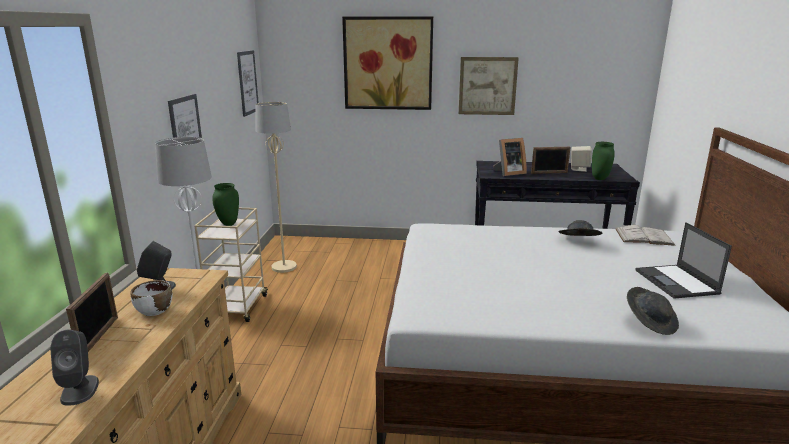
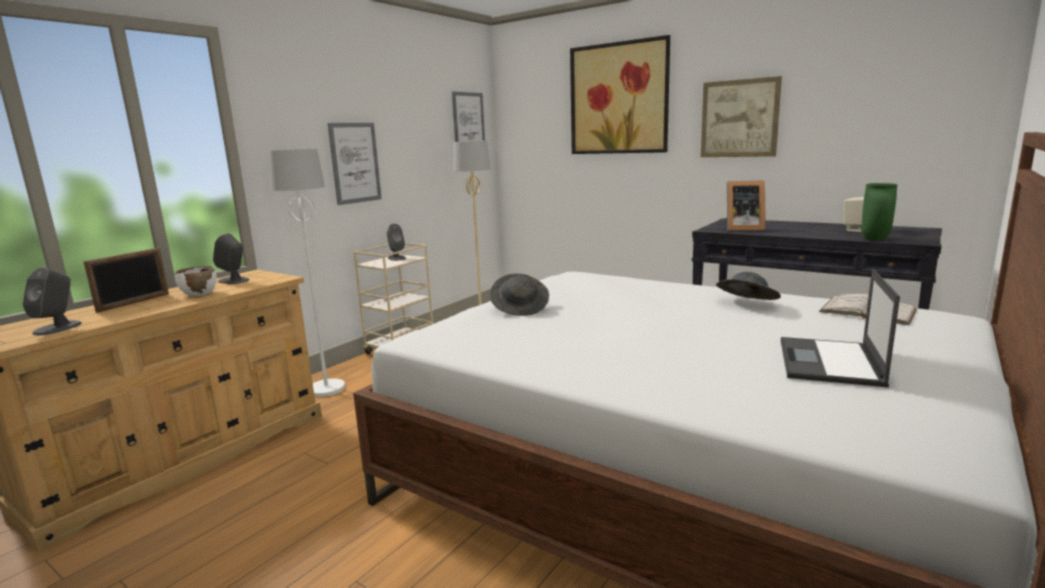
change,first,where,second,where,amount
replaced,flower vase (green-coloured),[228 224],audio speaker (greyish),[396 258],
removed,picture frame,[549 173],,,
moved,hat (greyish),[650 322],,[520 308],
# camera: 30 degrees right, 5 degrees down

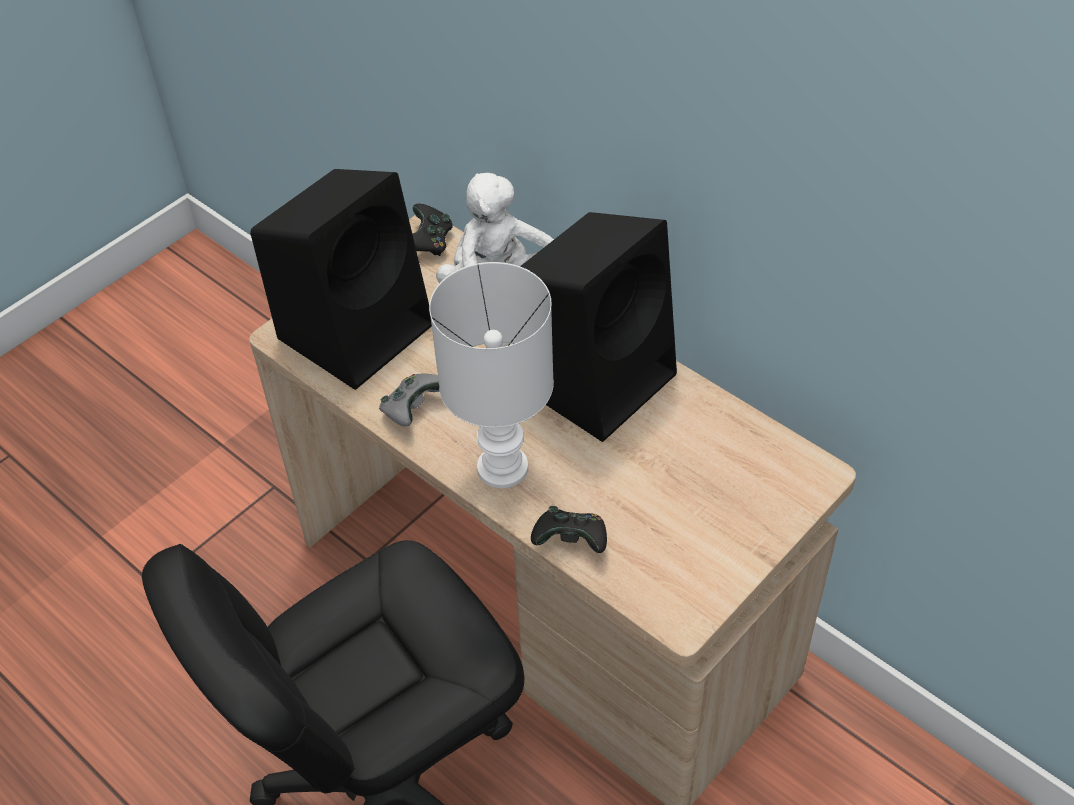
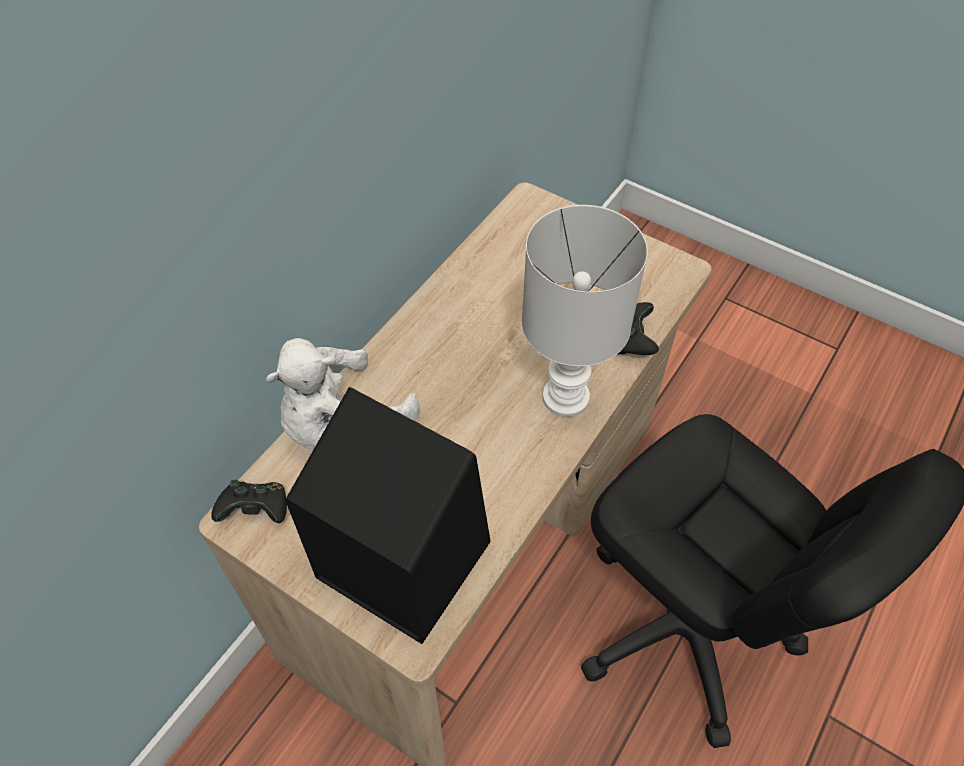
change,first,where,second,where,amount
removed,game controller (greyish),[412 409],,,
removed,audio speaker (black-coloured),[597 376],,,
# camera: 100 degrees left, 5 degrees up

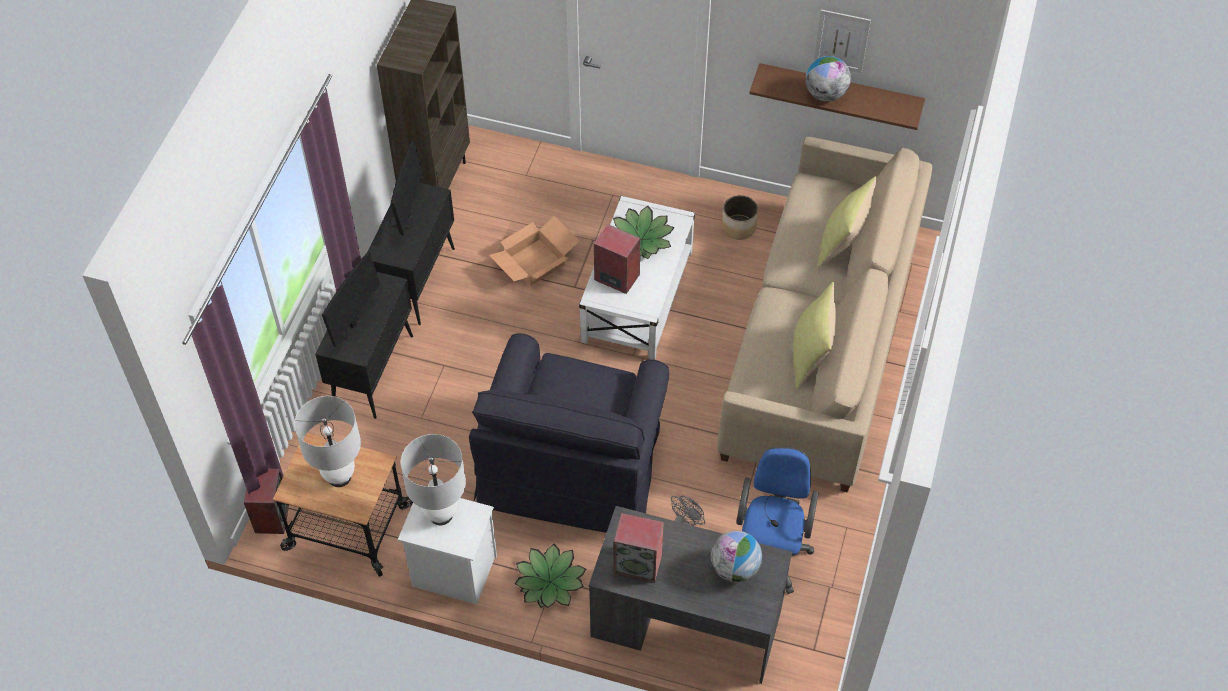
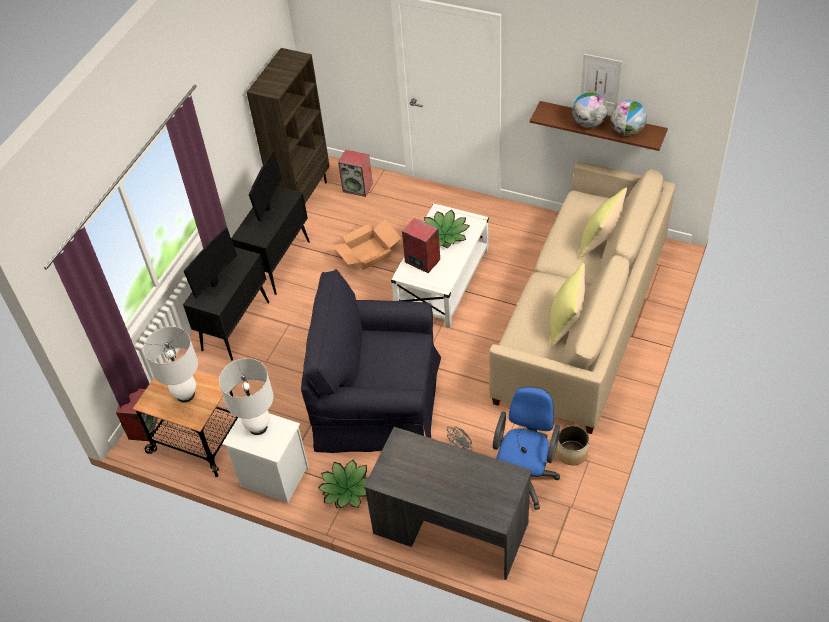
change,first,where,second,where,amount
turned,lounge chair (black-coloured),[573 463],,[377 400],75 degrees clockwise
moved,audio speaker,[638 563],,[358 187],
moved,desk globe,[734 568],,[627 131],
moved,plant pot,[739 227],,[572 452],
# camera: 10 degrees right, 5 degrees down

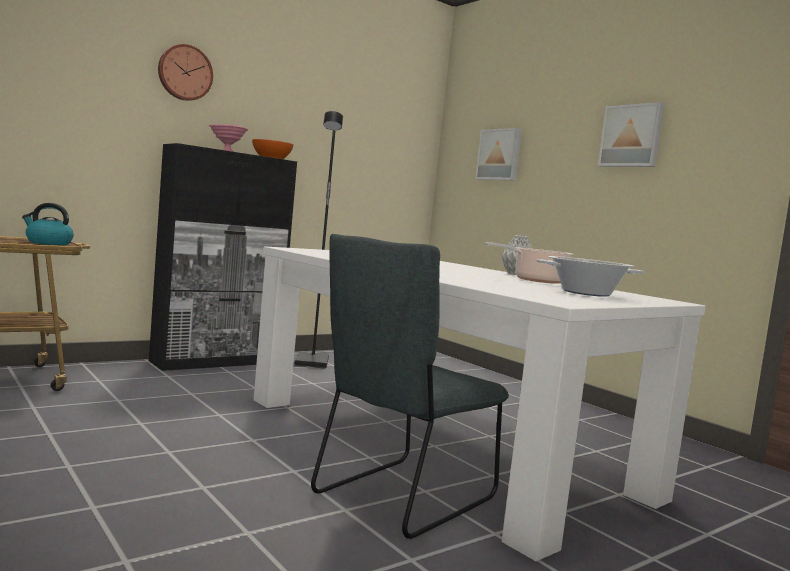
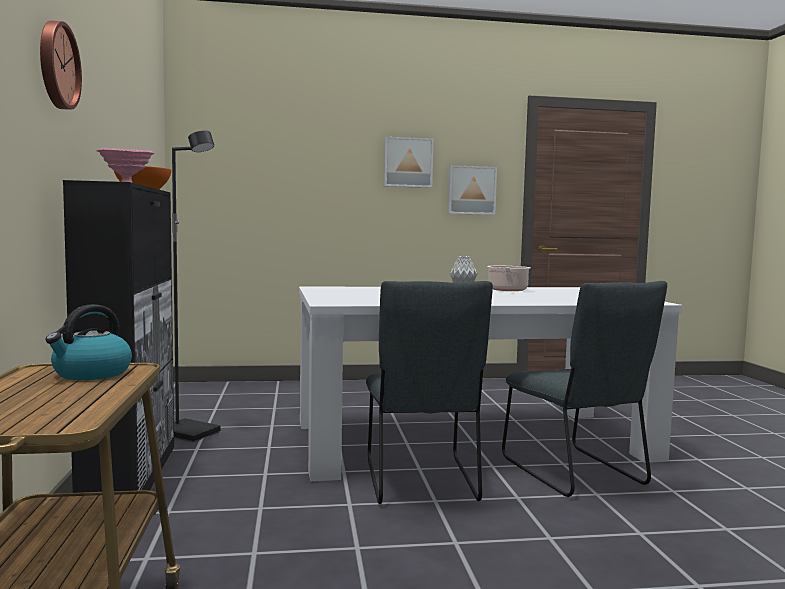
change,first,where,second,where,amount
moved,picture,[500 155],,[471 190],
removed,saucepot,[586 293],,,
added,,,plain chair (greyish),[421 483],
# camera: 60 degrees left, 0 degrees up

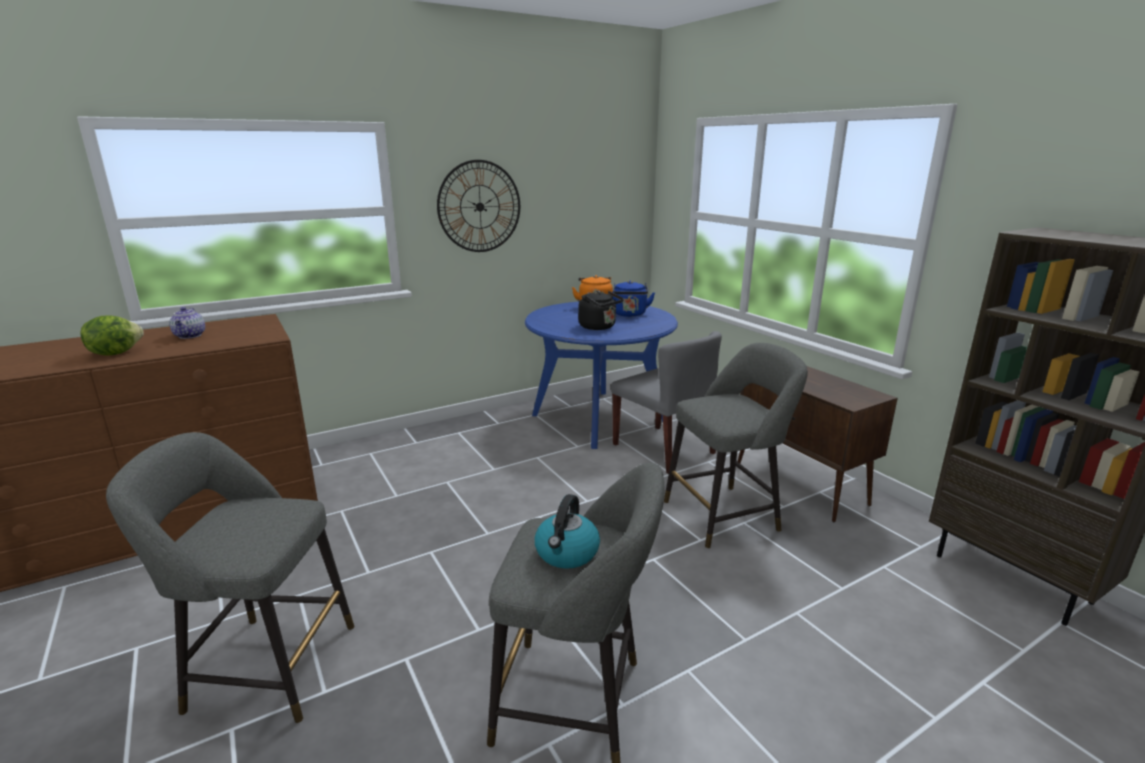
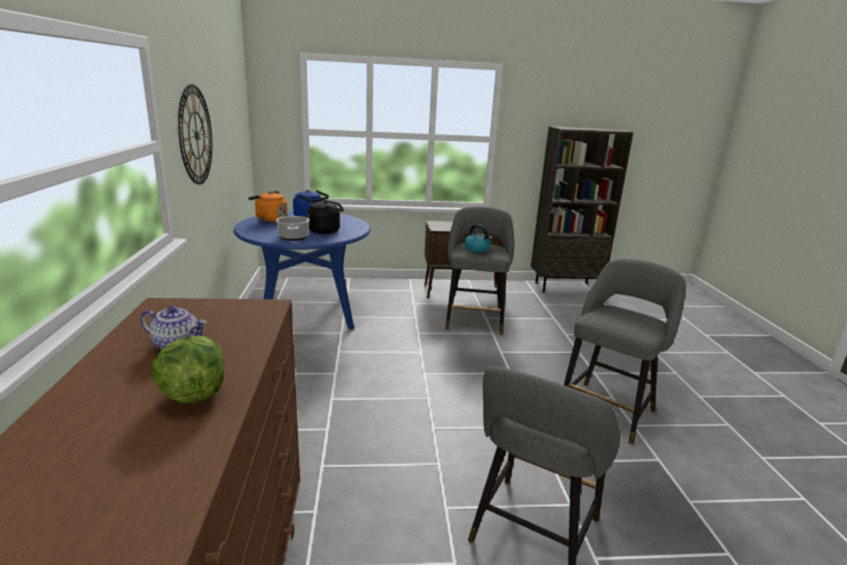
change,first,where,second,where,amount
moved,kettle,[567 553],,[477 249],
removed,plain chair (greyish),[664 449],,,
added,,,saucepot,[293 237],
# camera: 65 degrees left, 0 degrees up

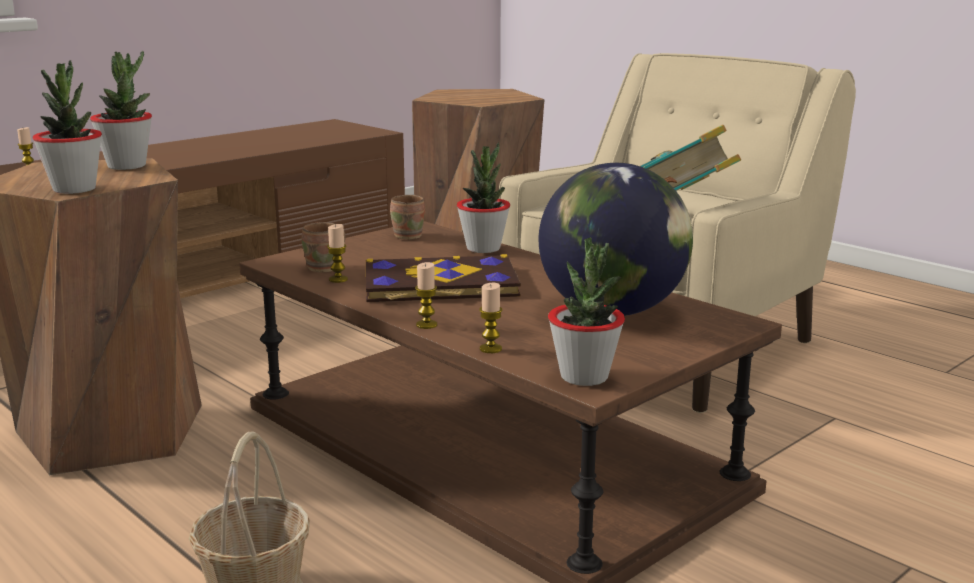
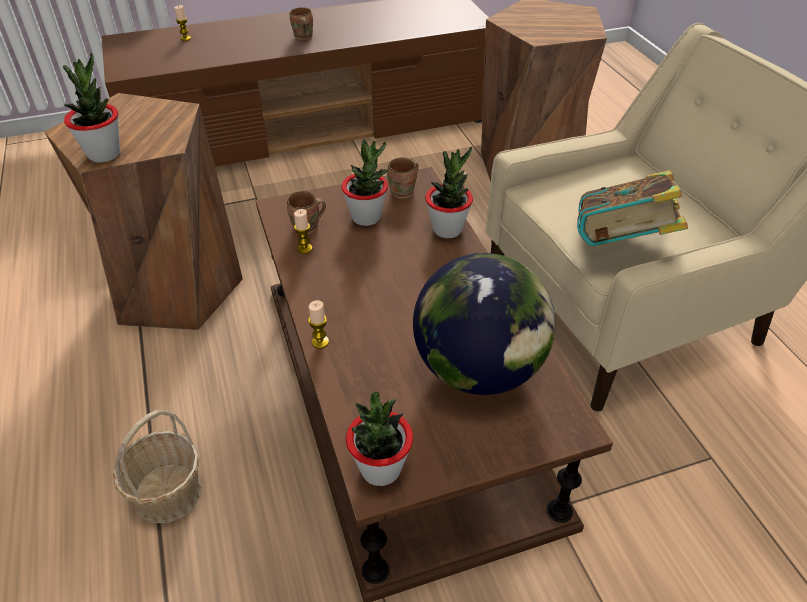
change,first,where,second,where,amount
moved,plant in a pot,[127 166],,[366 217],
removed,bound book,[440 285],,,
removed,candle,[490 349],,,
added,,,tea mug (brown),[302 37],
# camera: 25 degrees right, 25 degrees up

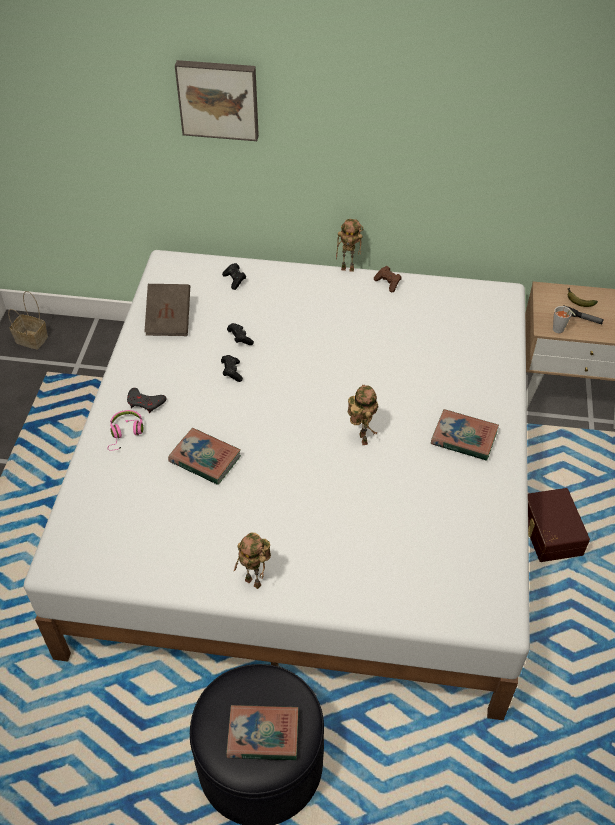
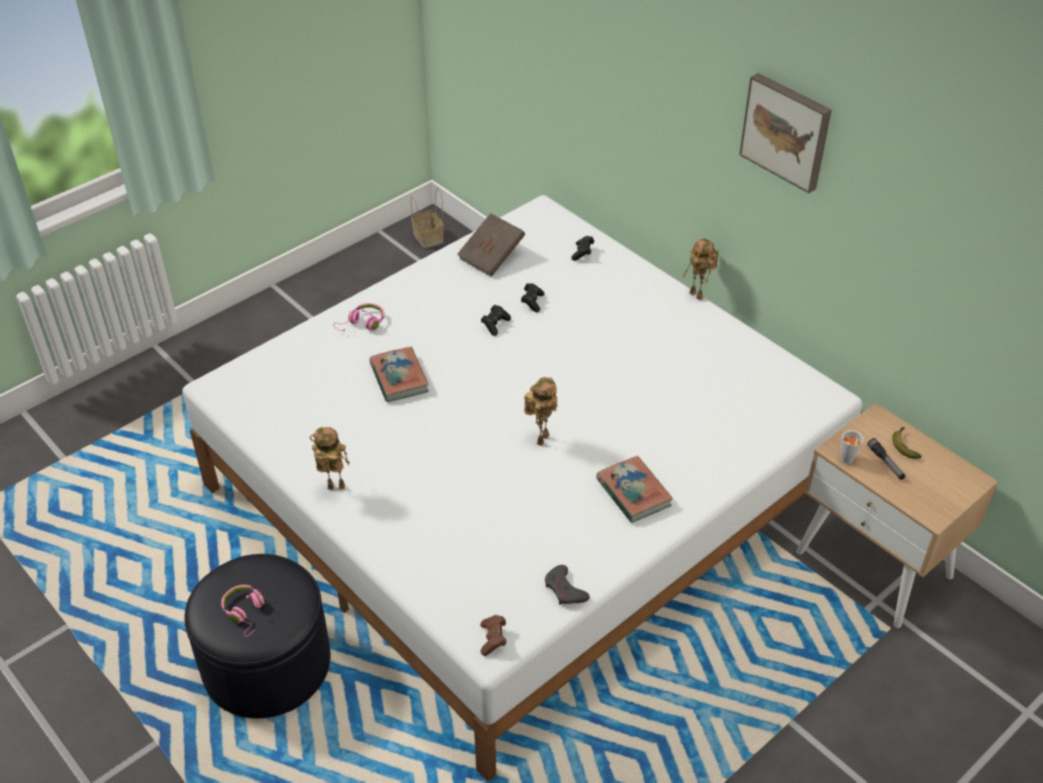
change,first,where,second,where,amount
moved,game controller (greyish),[145 402],,[565 590],
moved,picture,[218 99],,[787 131],
replaced,bound book,[263 735],headset (pink),[245 613],
turned,toy robot,[255 582],,[334 488],105 degrees clockwise
moved,game controller (brown),[388 283],,[493 639],
removed,storage container (brown),[549 533],,,
# camera: 40 degrees right, 5 degrees down

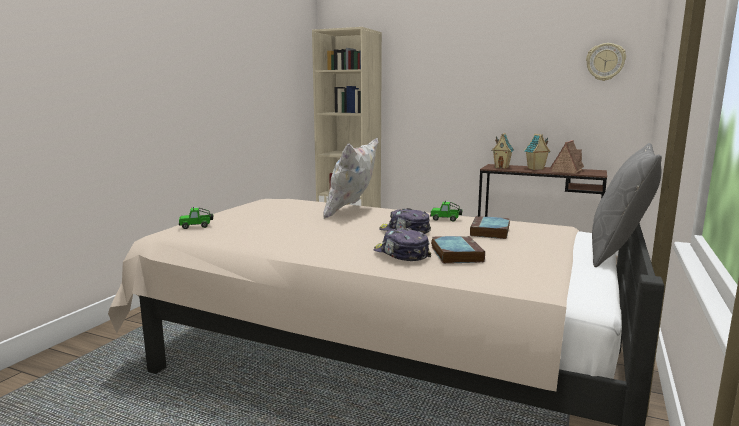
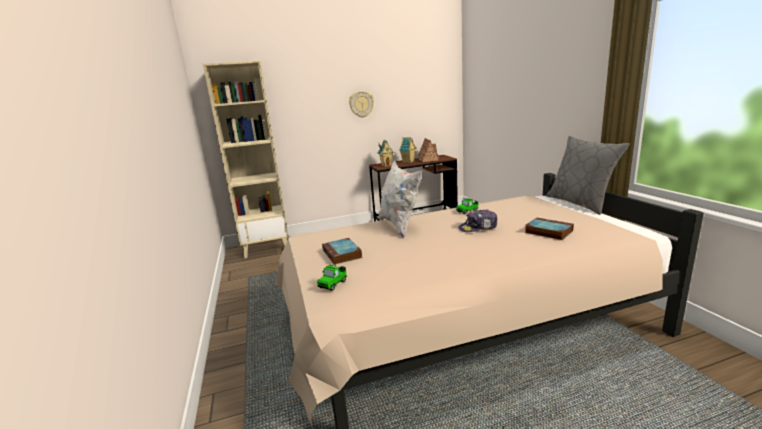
change,first,where,second,where,amount
removed,baseball cap,[401 254],,,
moved,bound book,[490 232],,[342 254],
moved,hanging clock,[605 62],,[361 104],
# camera: 40 degrees left, 5 degrees up

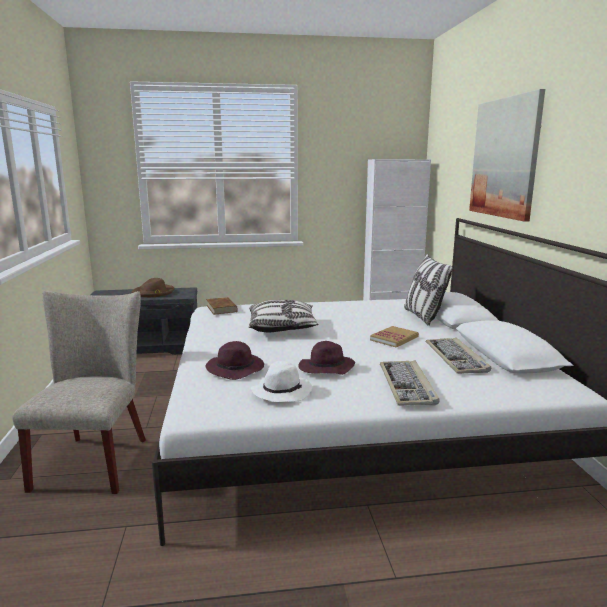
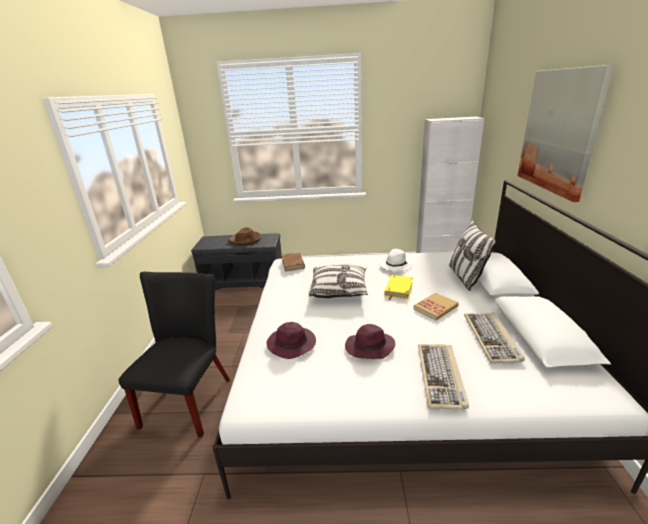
change,first,where,second,where,amount
recoloured,plain chair (sand-coloured),[95 459],plain chair (black-coloured),[191 398],
moved,hat (white),[282 391],,[396 265],
added,,,bound book (yellow-coloured),[398 289],
# camera: 10 degrees right, 10 degrees up

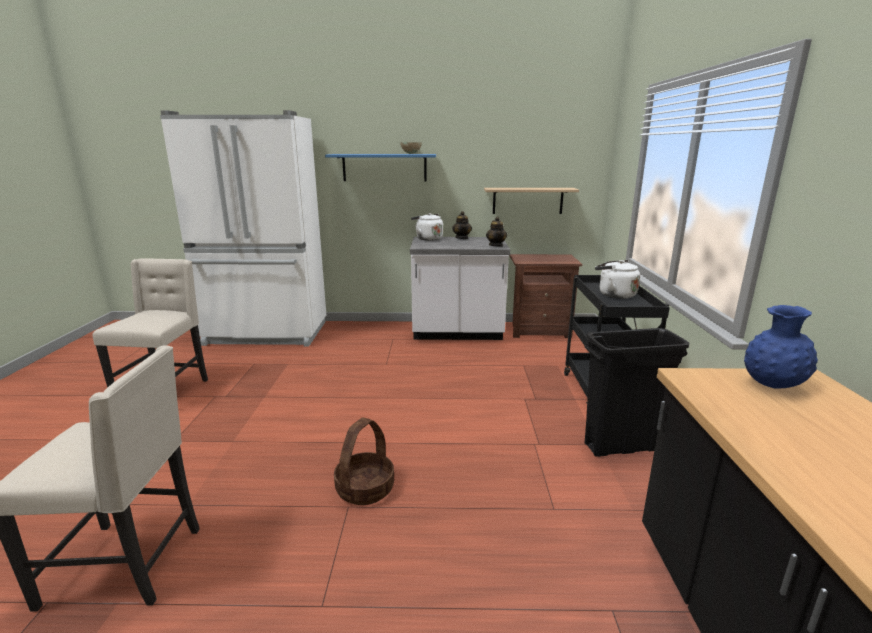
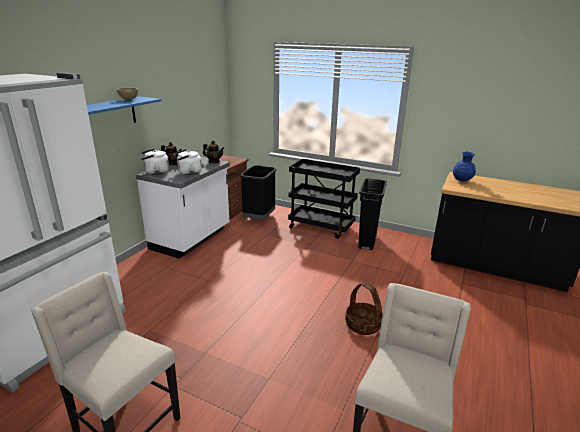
change,first,where,second,where,amount
removed,bracket shelf,[527 200],,,
moved,kettle (white),[614 295],,[188 173],
added,,,trash can (black-coloured),[259 218],
# camera: 65 degrees left, 5 degrees up

